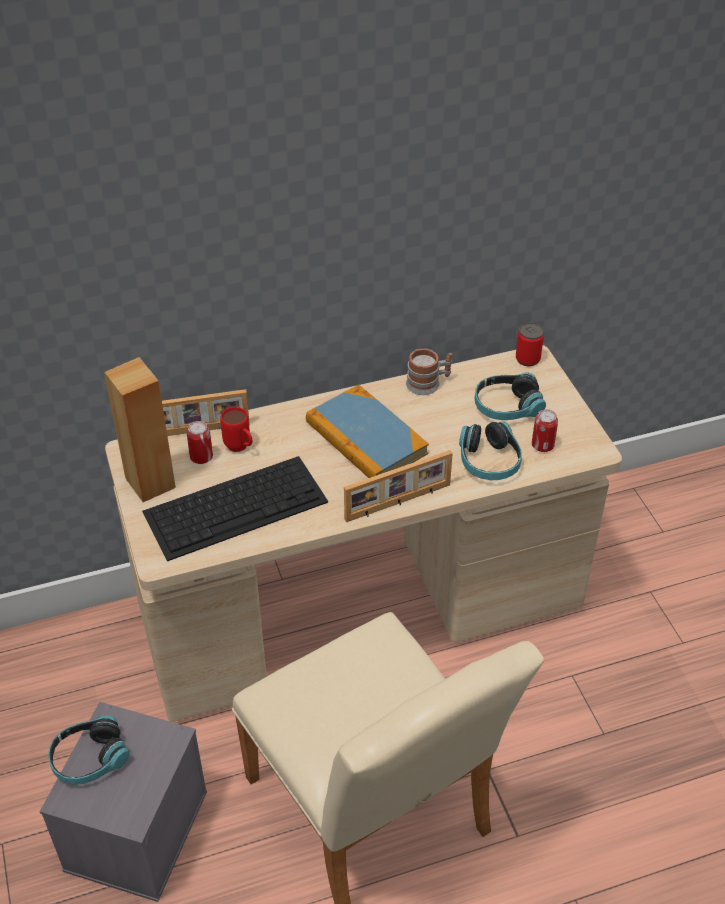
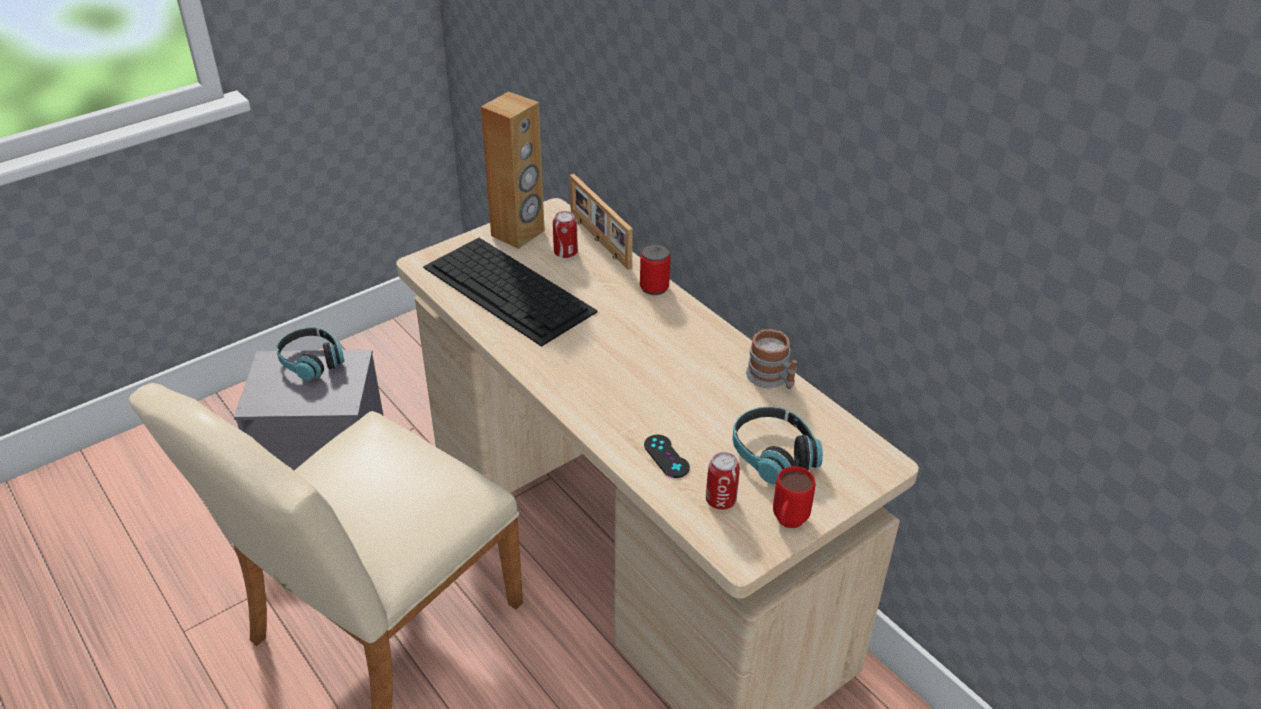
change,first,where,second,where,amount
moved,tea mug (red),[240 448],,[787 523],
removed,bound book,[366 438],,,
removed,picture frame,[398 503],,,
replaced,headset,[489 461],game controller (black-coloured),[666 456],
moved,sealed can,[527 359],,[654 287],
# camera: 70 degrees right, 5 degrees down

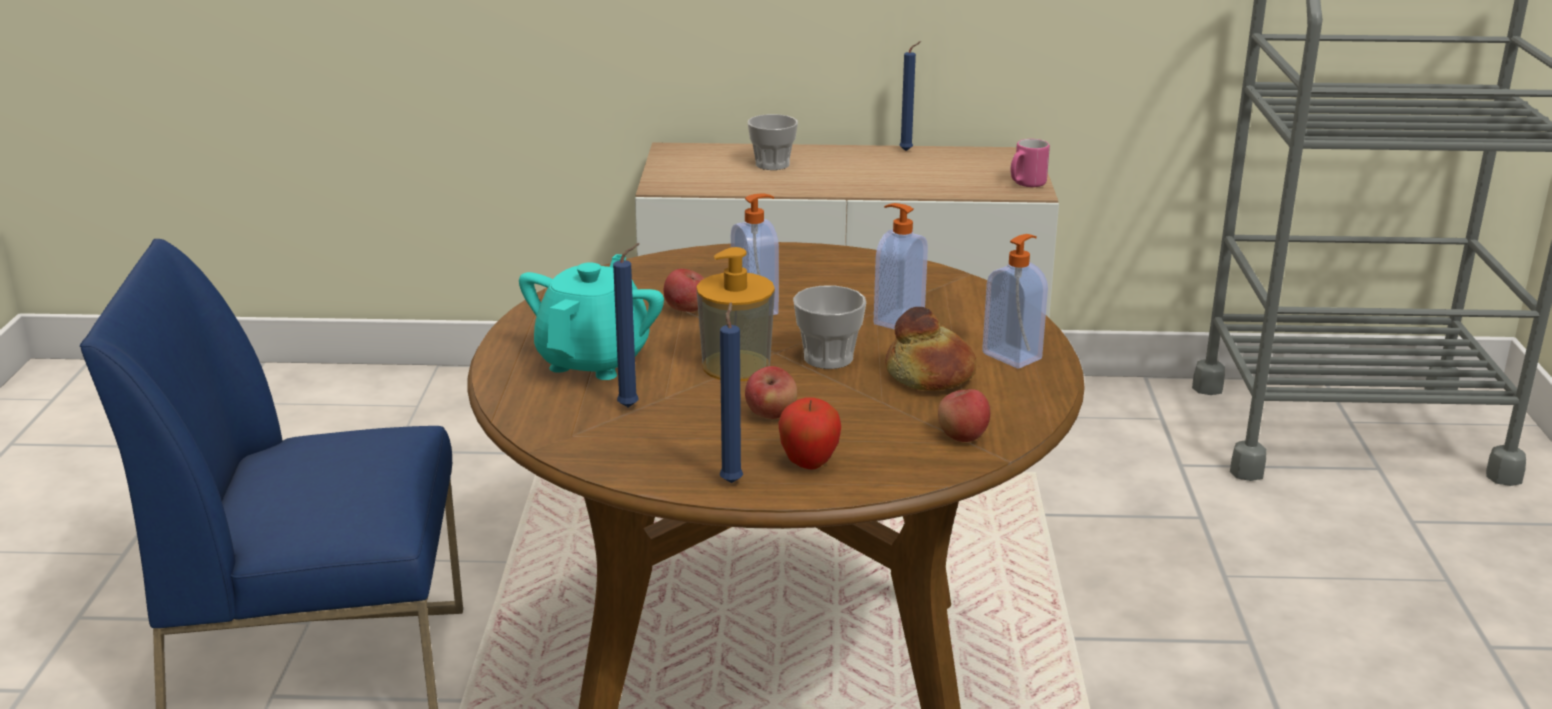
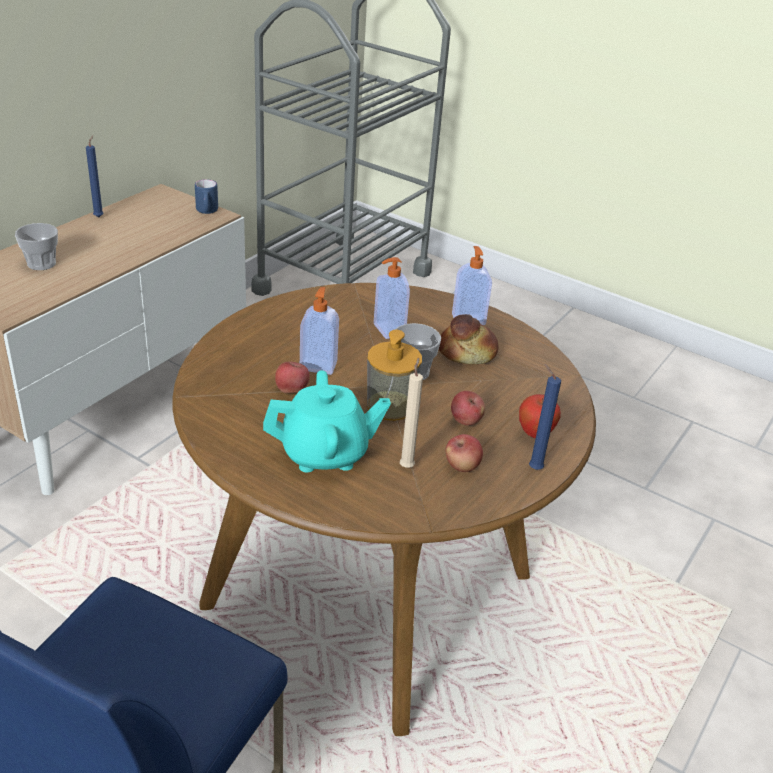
change,first,where,second,where,amount
turned,tea pot (turquoise-coloured),[594 360],,[325 454],120 degrees clockwise
recoloured,candle (blue-coloured),[631 407],candle (sand-coloured),[407 466],
moved,whole apple,[963 436],,[462 466],
recoloured,tea mug (pink),[1025 184],tea mug (blue-coloured),[207 212],
# camera: 60 degrees left, 10 degrees up

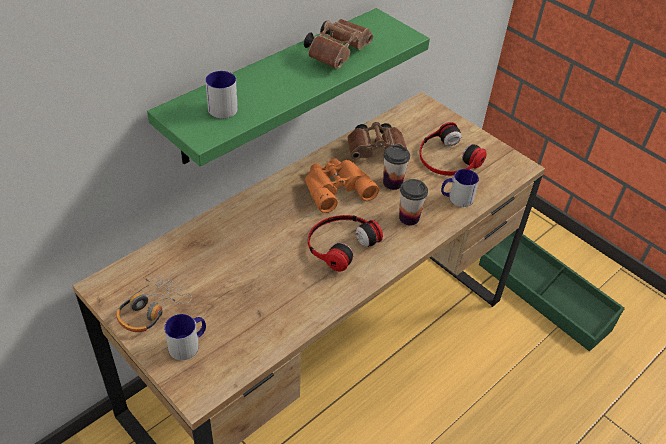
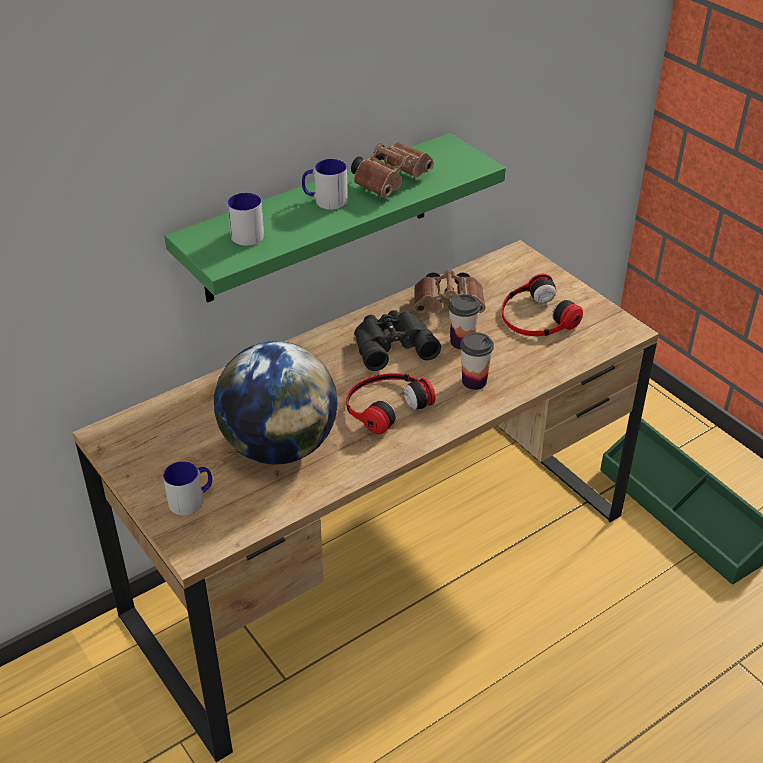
change,first,where,second,where,amount
removed,headset,[151 309],,,
recoloured,binoculars (orangey),[335 187],binoculars (black-coloured),[391 344],
moved,tea mug,[456 198],,[325 200],
added,,,desk globe,[279 446],
# camera: 10 degrees right, 5 degrees down

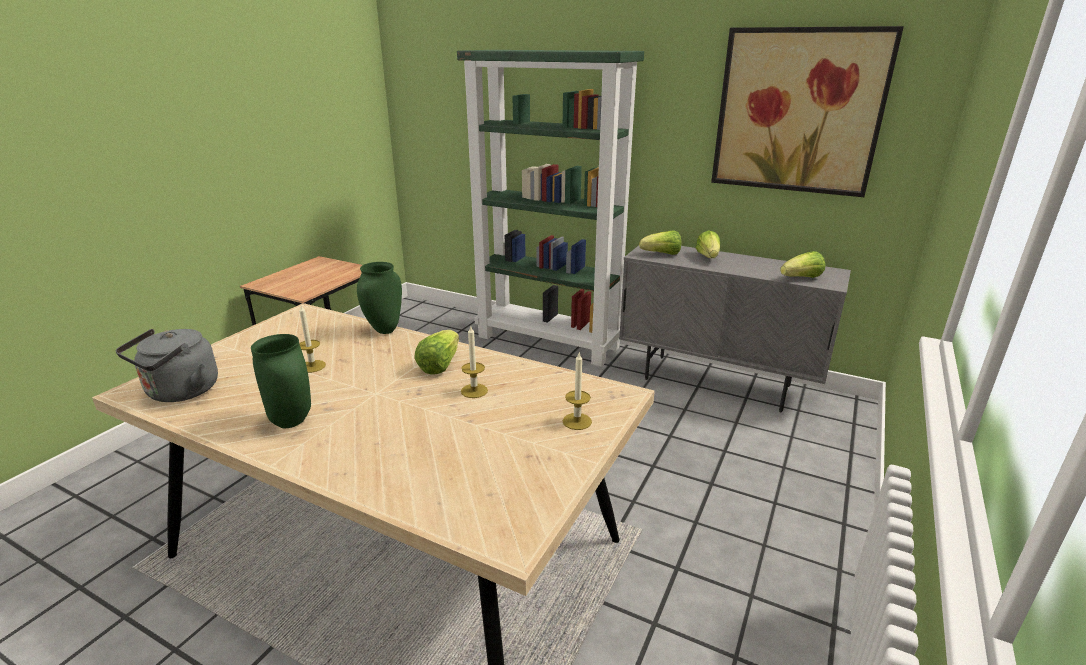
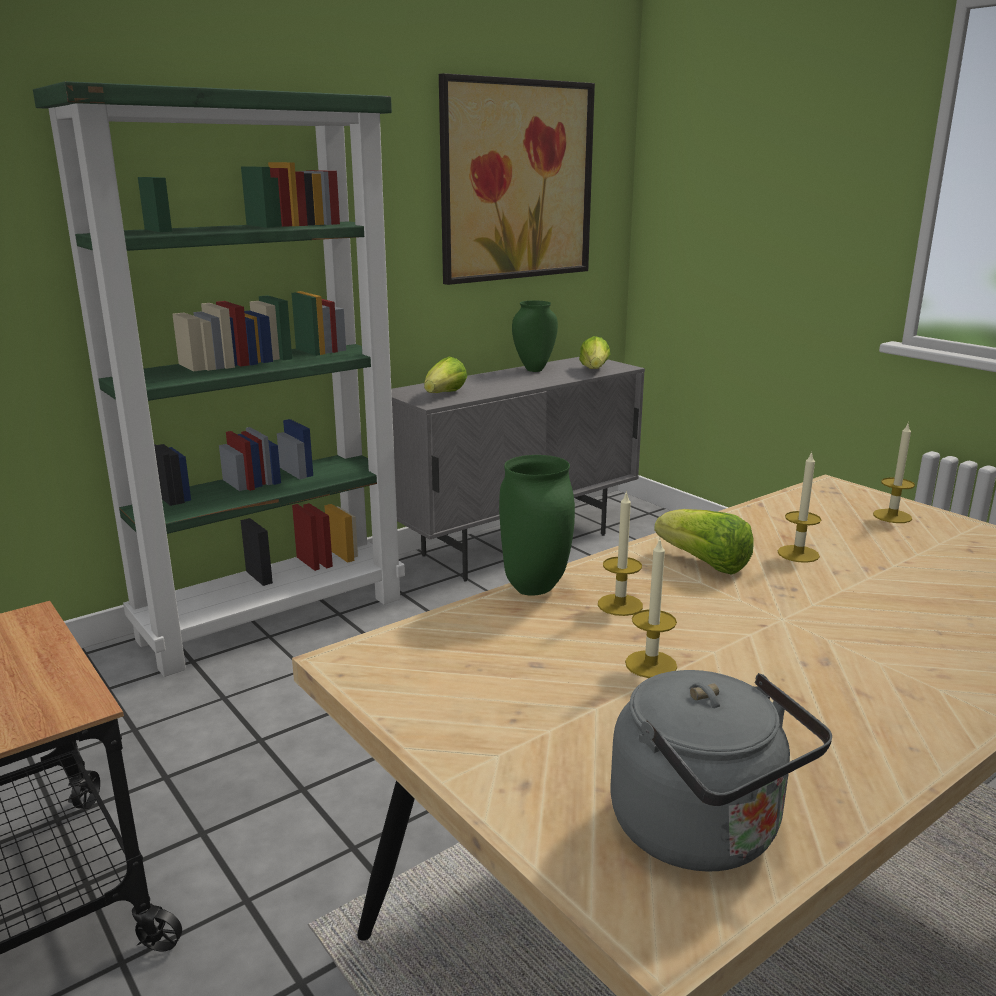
change,first,where,second,where,amount
moved,flower vase (green-coloured),[293 421],,[534 369],
removed,head of lettuce,[708 257],,,
added,,,candle,[620 605],
# camera: 65 degrees left, 5 degrees down

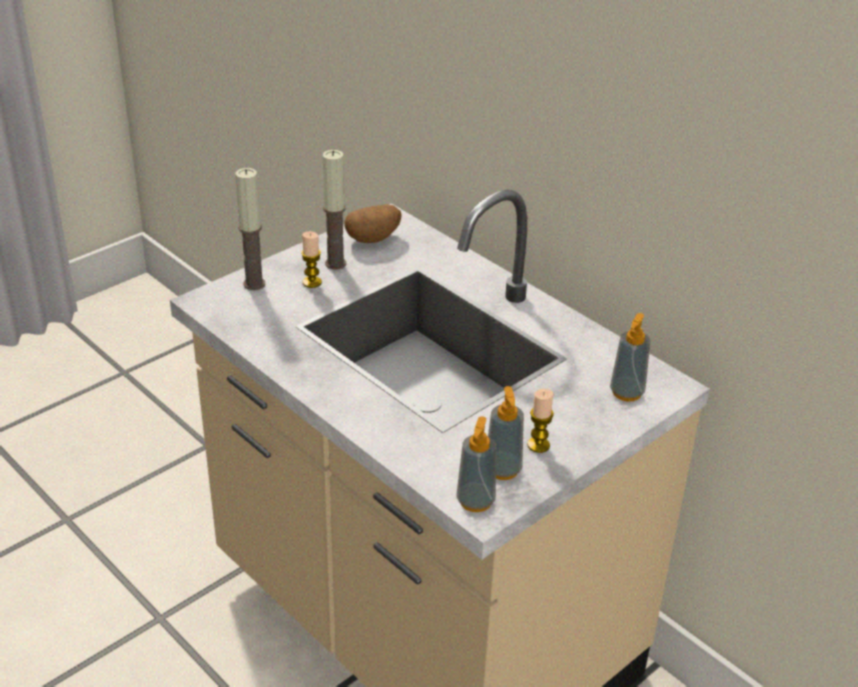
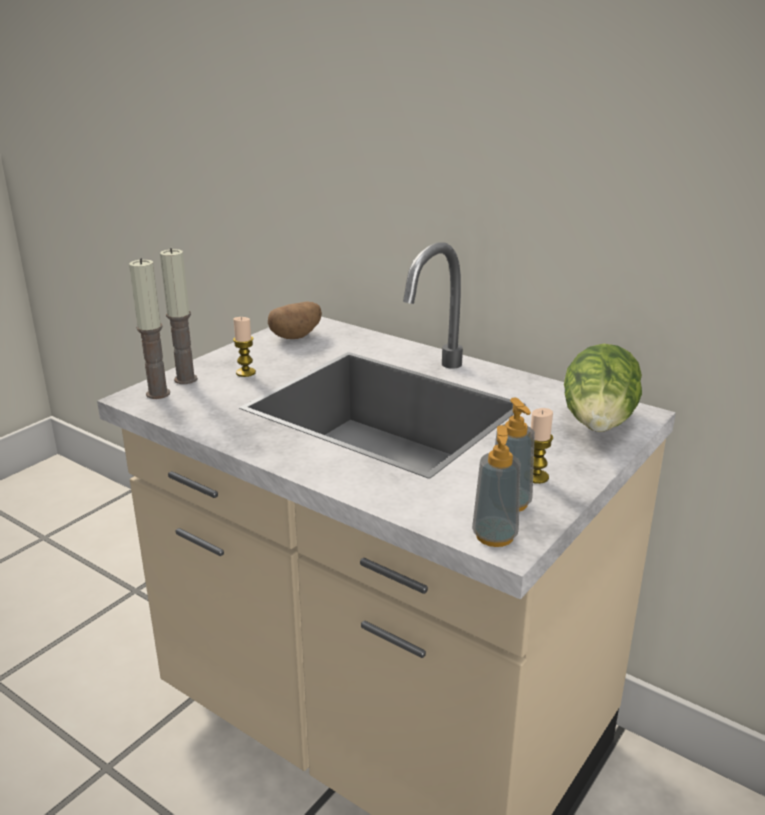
change,first,where,second,where,amount
moved,candle,[335 263],,[158 393],
replaced,soap bottle,[626 392],head of lettuce,[599 424],
# camera: 10 degrees left, 10 degrees down

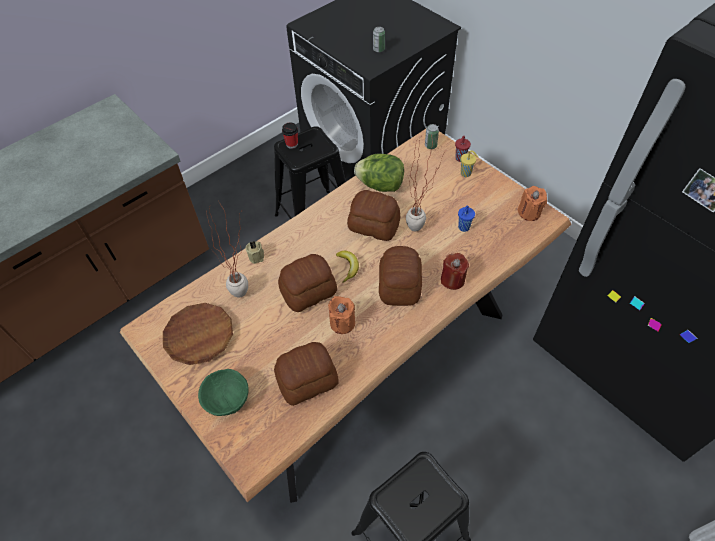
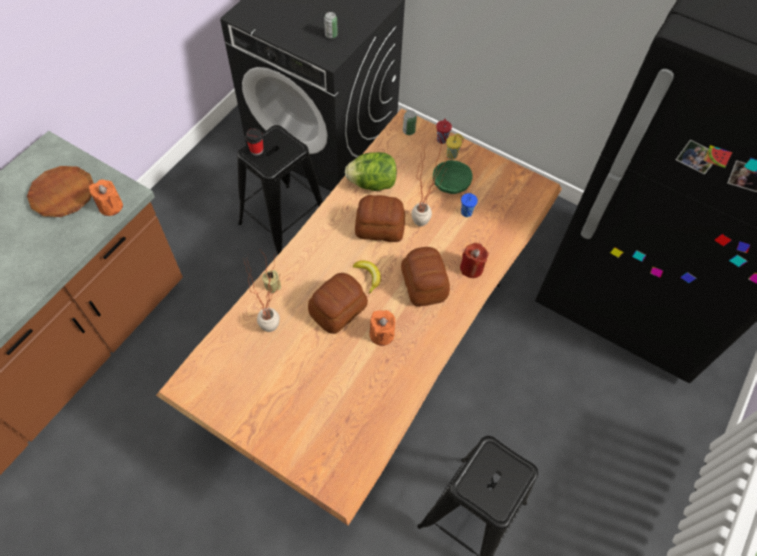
change,first,where,second,where,amount
moved,dinner plate (brown),[199 336],,[63 194],
moved,deep dish (green-coloured),[227 399],,[451 185],
removed,bakery bread,[308 381],,,
moved,candle (orangey),[529 212],,[110 206],
# camera: 20 degrees left, 5 degrees up

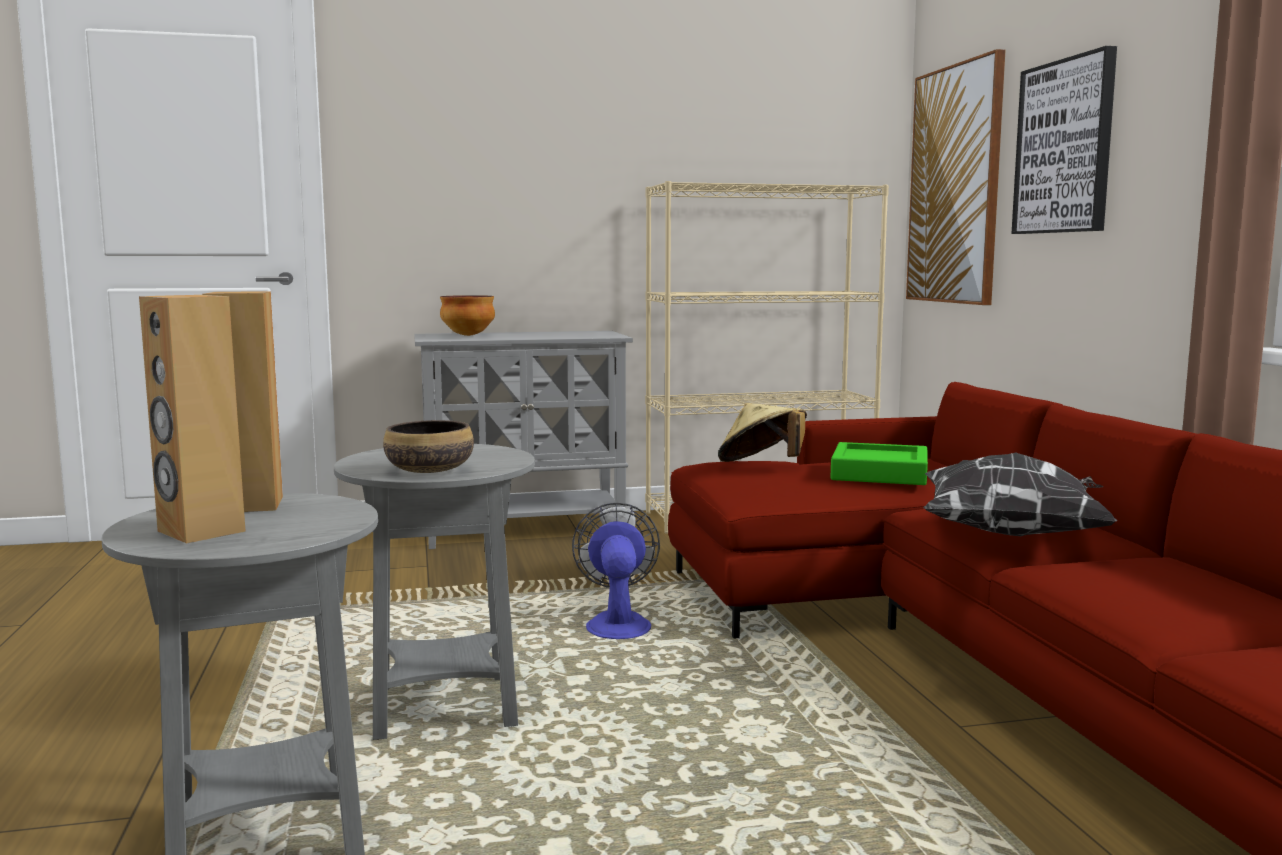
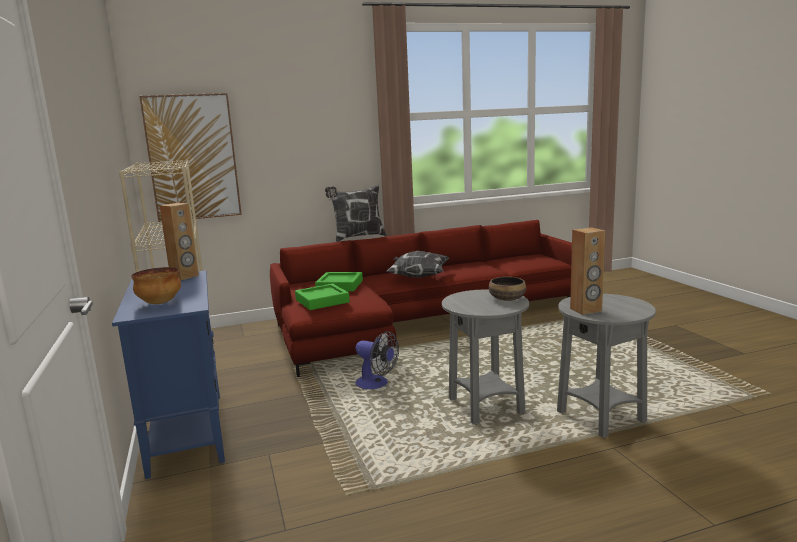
change,first,where,second,where,amount
moved,audio speaker (brown),[200 531],,[184 277],
recoloured,cupboard (greyish),[526 531],cupboard (blue-coloured),[186 432],
turned,cooling fan,[617 623],,[376 384],135 degrees counterclockwise
replaced,hat (sand-coloured),[762 465],serving tray (green-coloured),[322 301],
removed,picture,[1065 147],,,
added,,,cushion,[357 237],
# camera: 95 degrees left, 5 degrees up

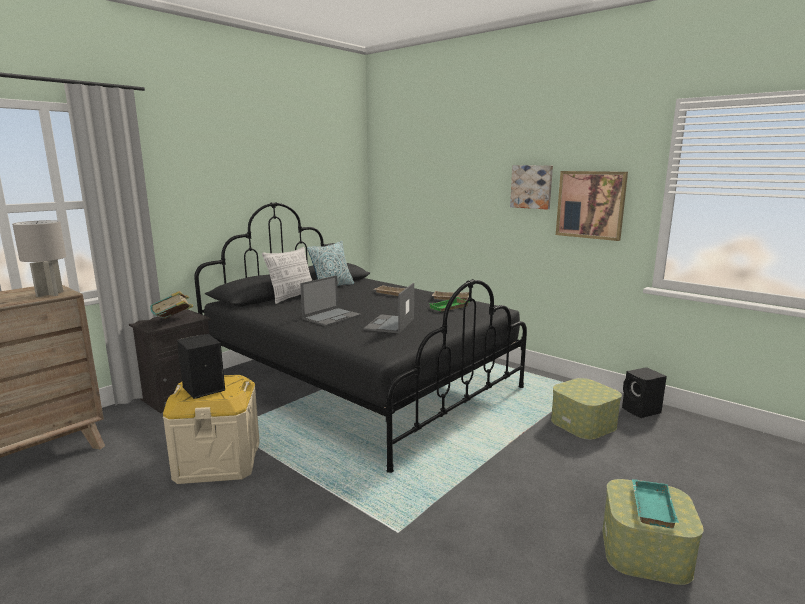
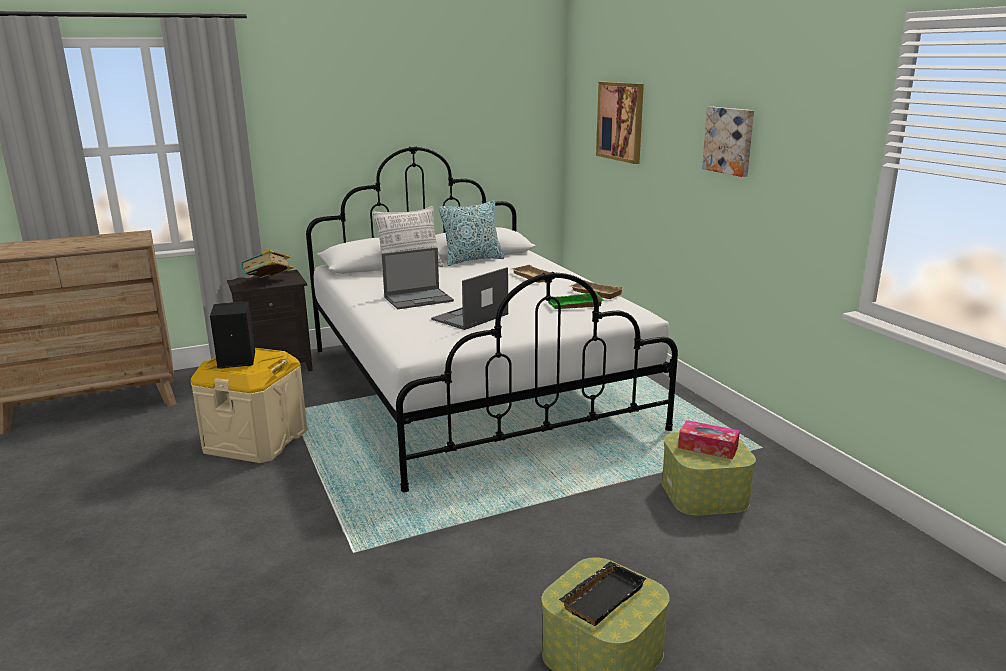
change,first,where,second,where,amount
removed,lamp for a table (greyish),[49 294],,,
recoloured,bedroom bed (black-coloured),[360 383],bedroom bed (white),[473 386],
moved,picture,[590 204],,[620 121],
removed,audio speaker (black-coloured),[642 411],,,
recoloured,serving tray (turquoise-coloured),[650 506],serving tray (black-coloured),[601 596],
added,,,tissue holder,[708 447],
# camera: 25 degrees right, 5 degrees up

